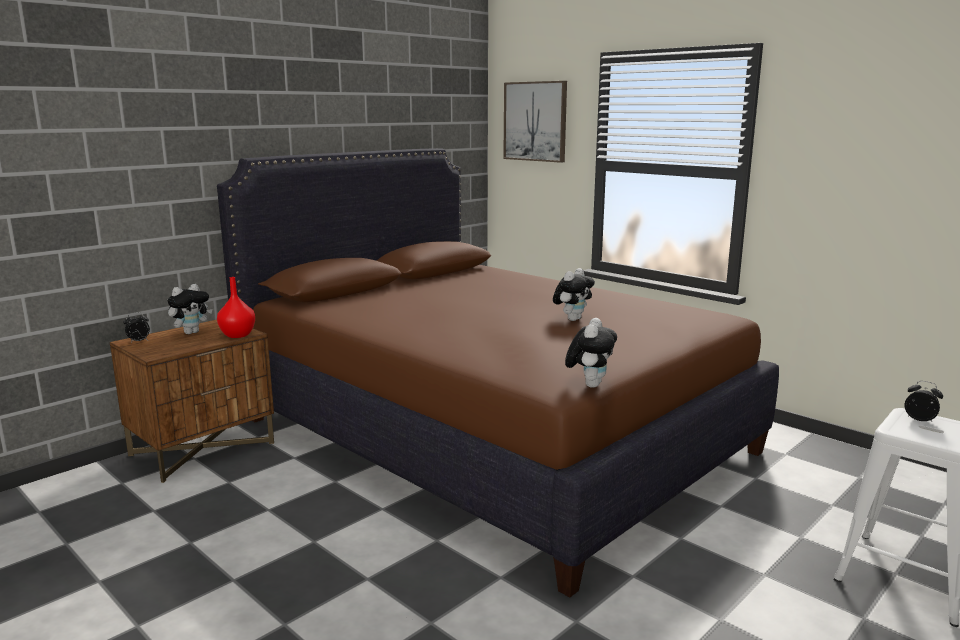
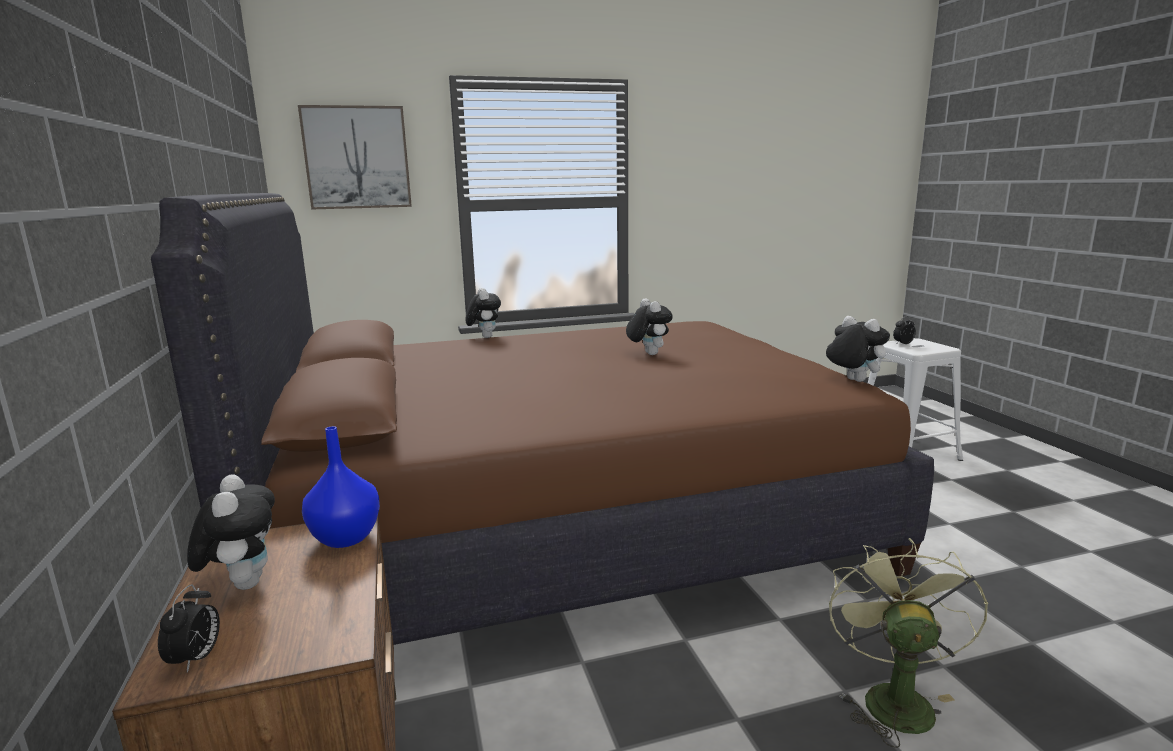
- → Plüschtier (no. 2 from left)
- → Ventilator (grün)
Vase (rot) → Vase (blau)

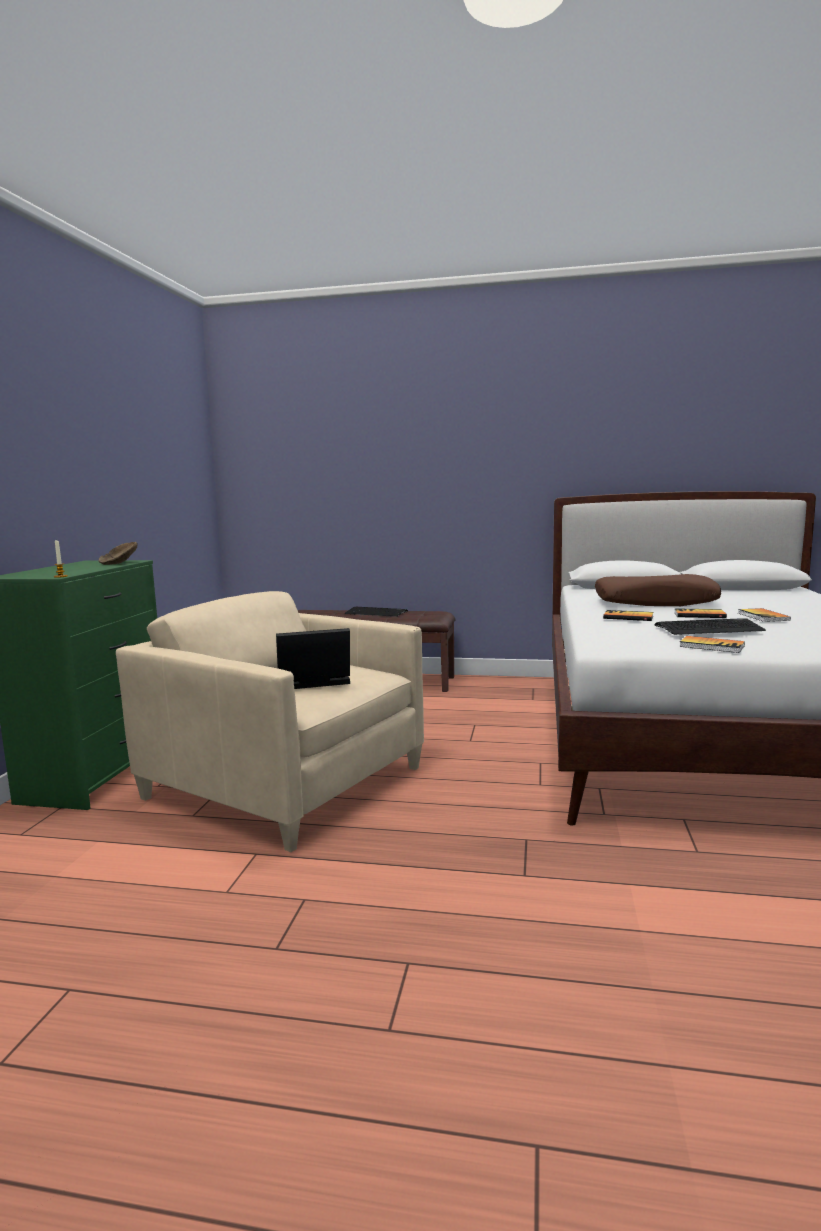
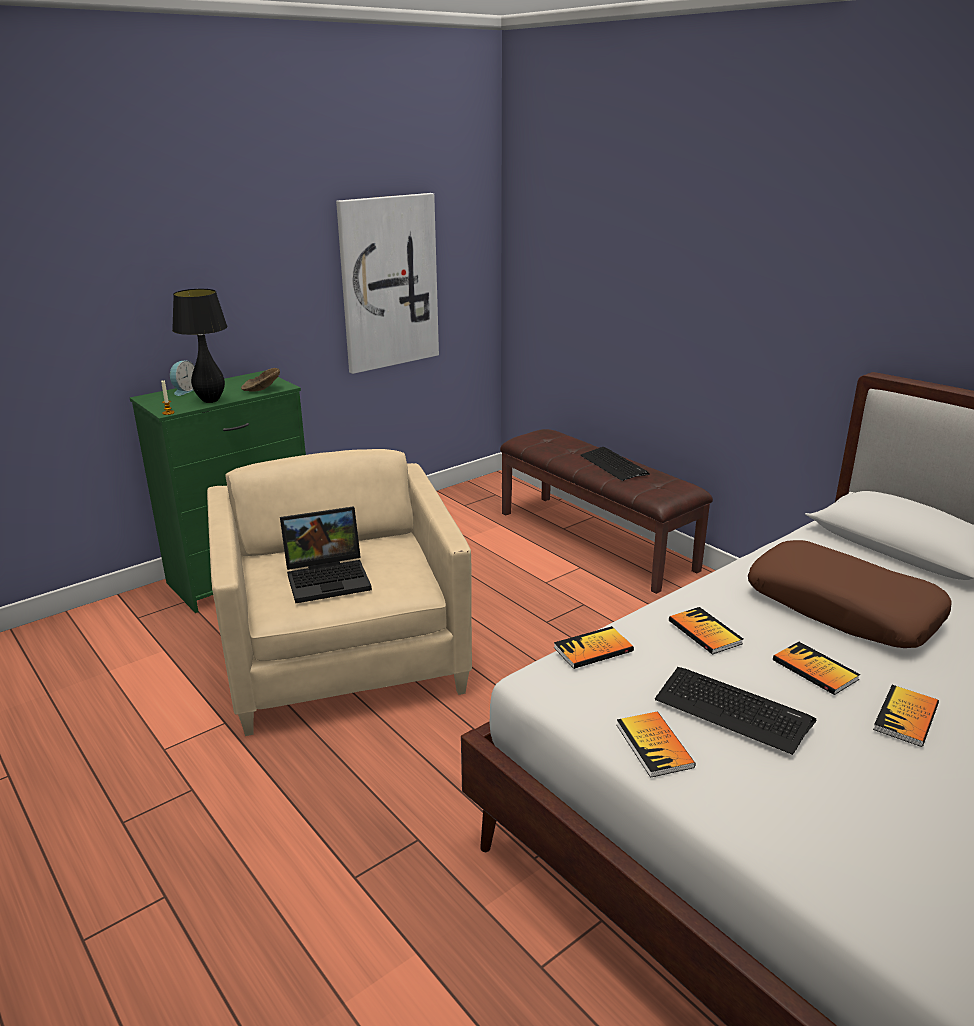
- → Wecker
- → Tischlampe (schwarz)
- → Bild
- → Buch (no. 1 from left)
Laptop, 135 degrees clockwise

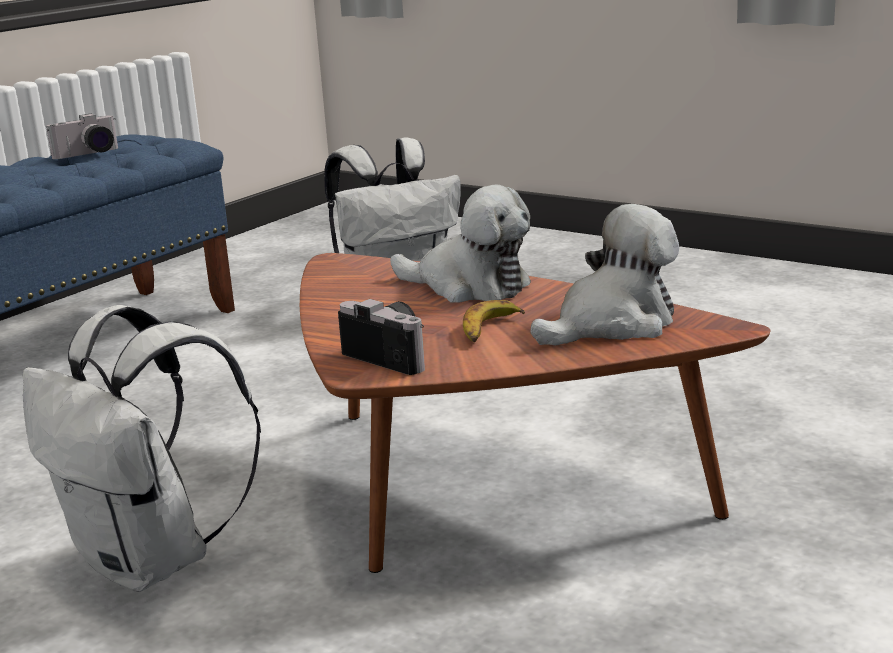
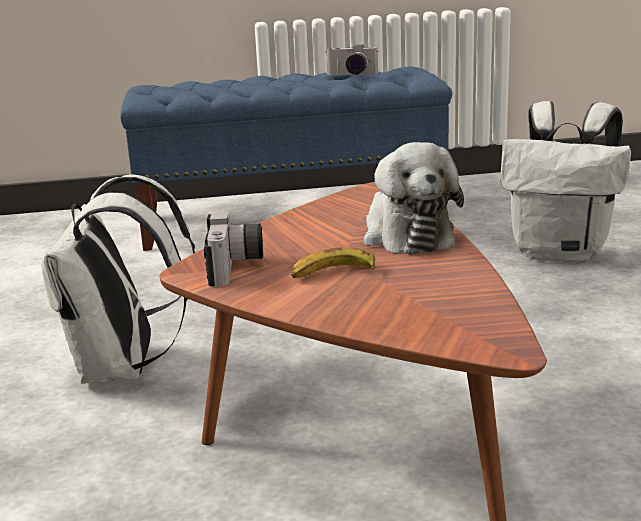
Plüschtier (no. 2 from left) → -

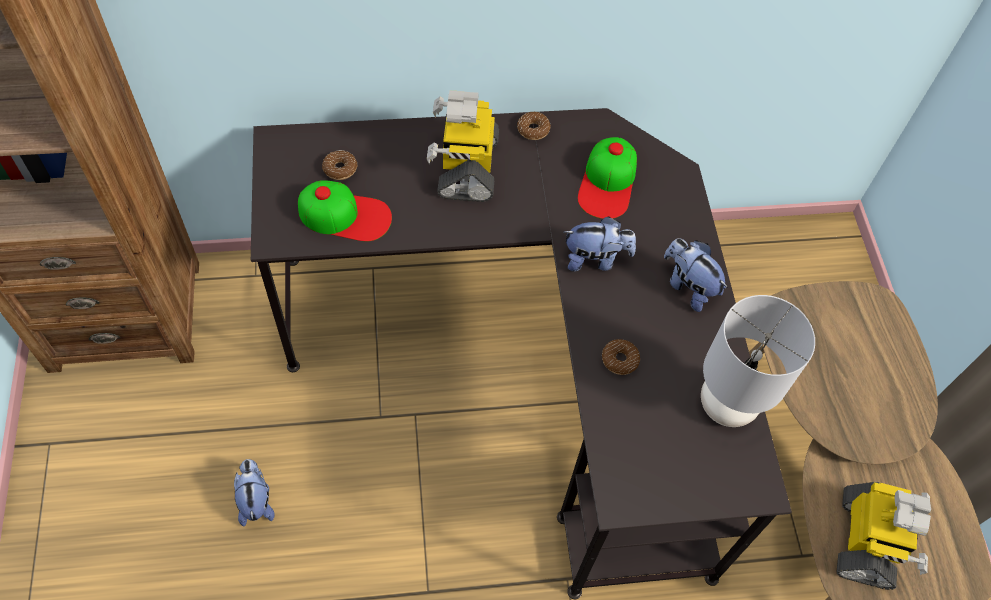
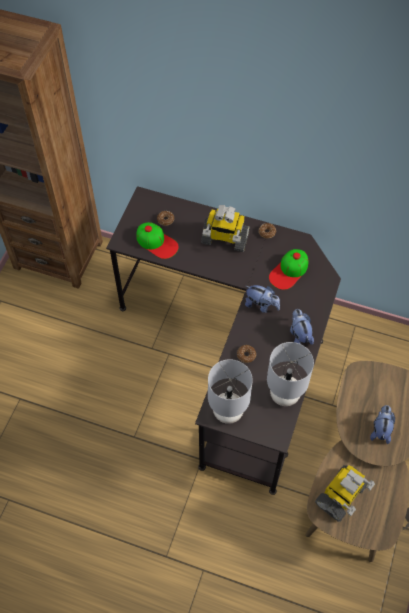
- → Tischlampe (grau) (no. 1 from left)
Plüschtier (no. 1 from left in the first image) → Plüschtier (no. 3 from left), relocated
Spielzeugroboter (no. 1 from left), 105 degrees counterclockwise

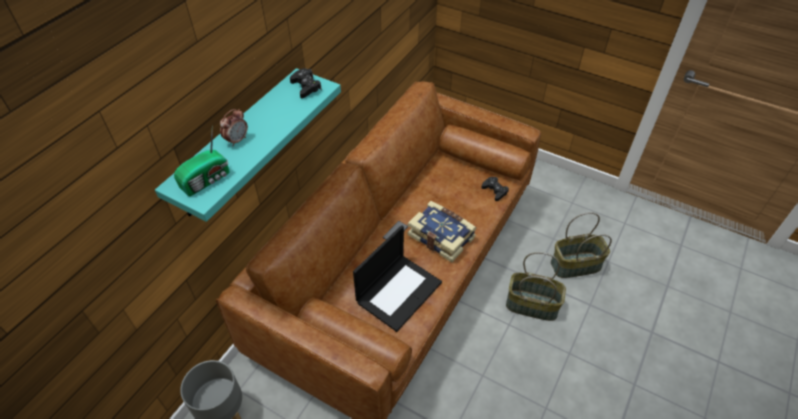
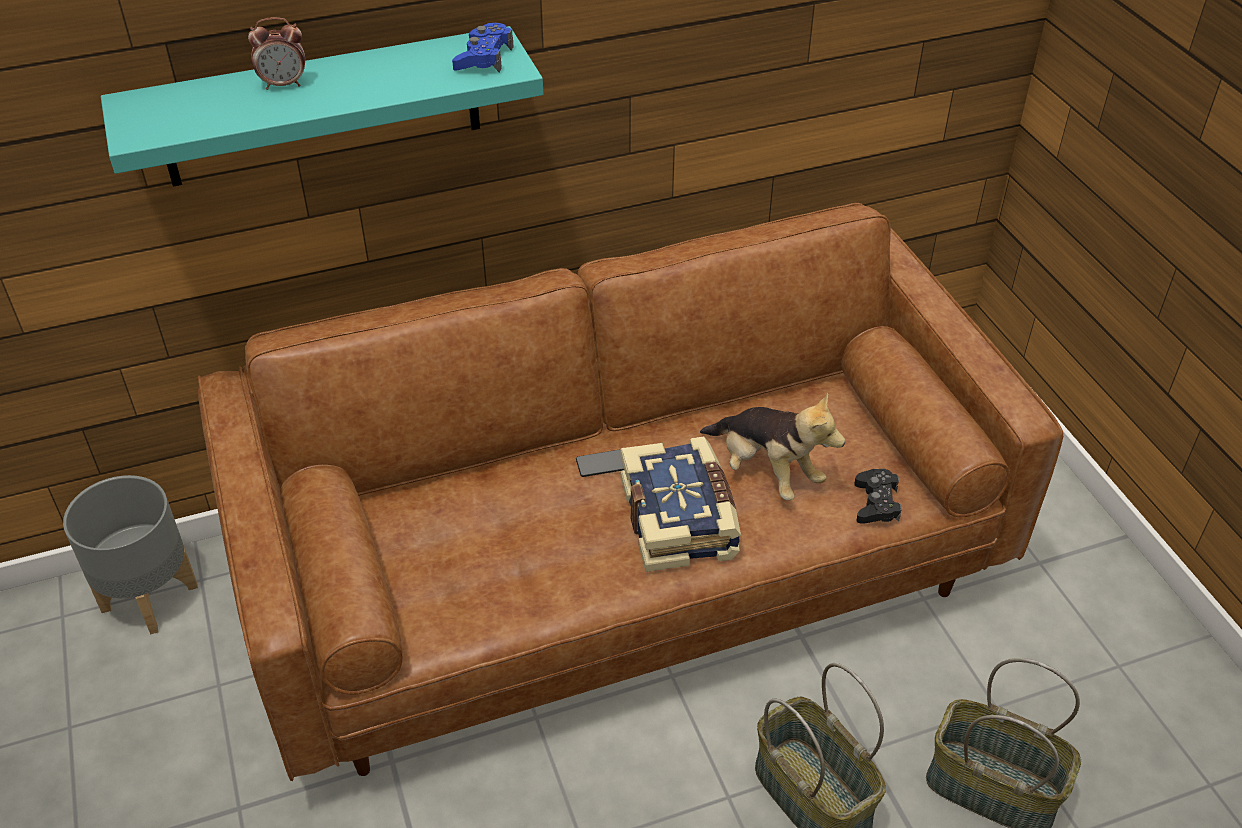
Radio → -
Laptop → -
- → Plüschtier
Gamepad (schwarz) (no. 1 from left) → Gamepad (blau)

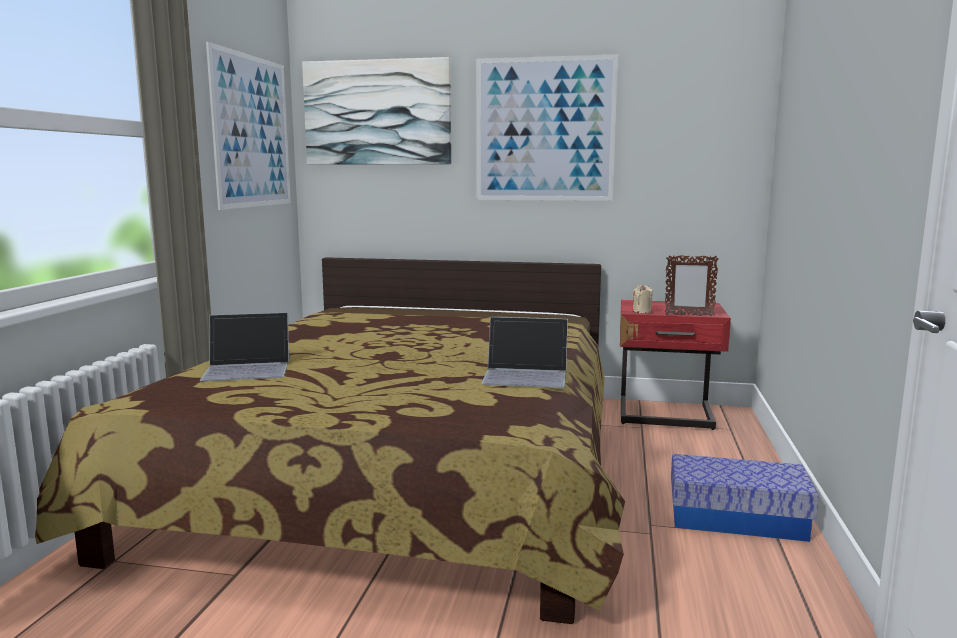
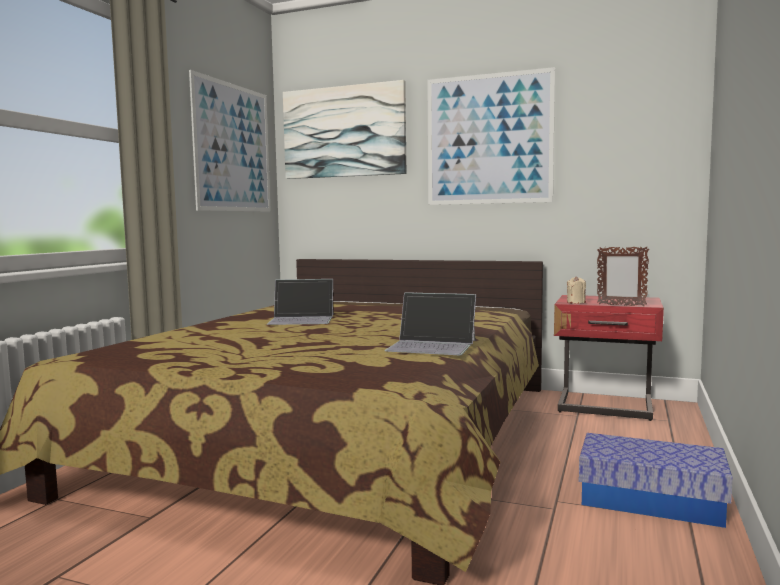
Laptop (no. 1 from left), relocated

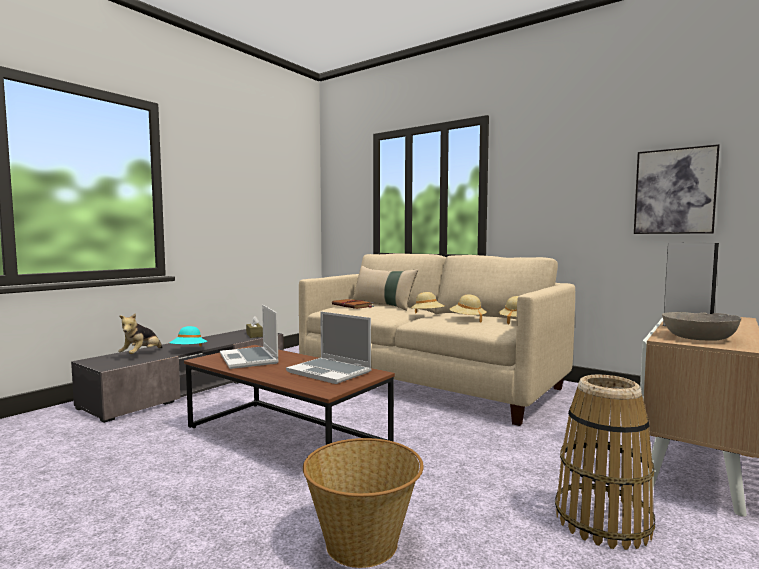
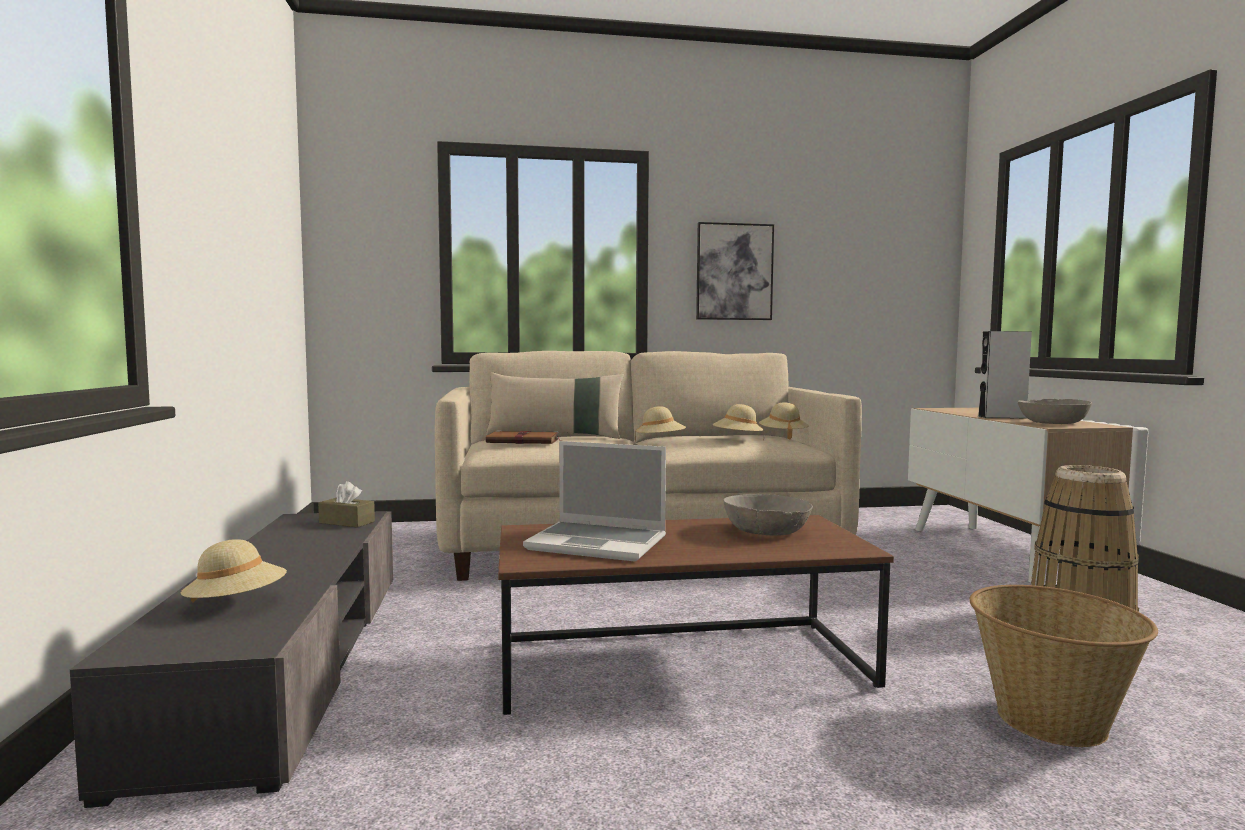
Hut (türkis) → -
Bild, relocated
Plüschtier → Hut (beige) (no. 1 from left)
Laptop (no. 2 from left) → Schüssel (grau) (no. 1 from left)

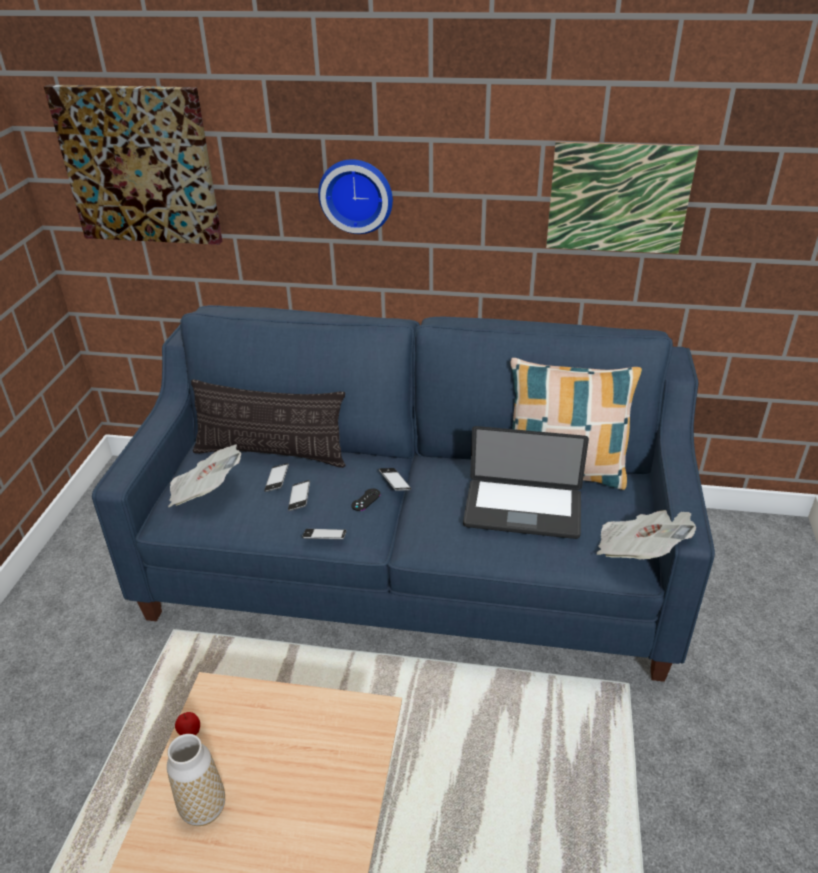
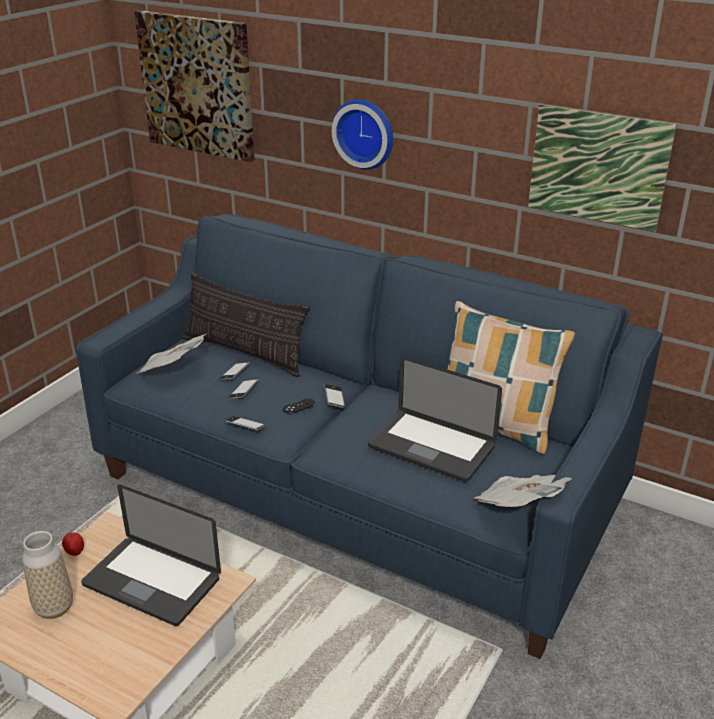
- → Laptop (no. 1 from left)

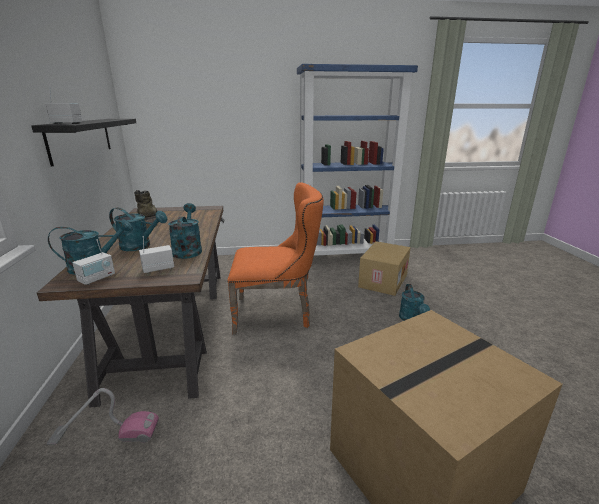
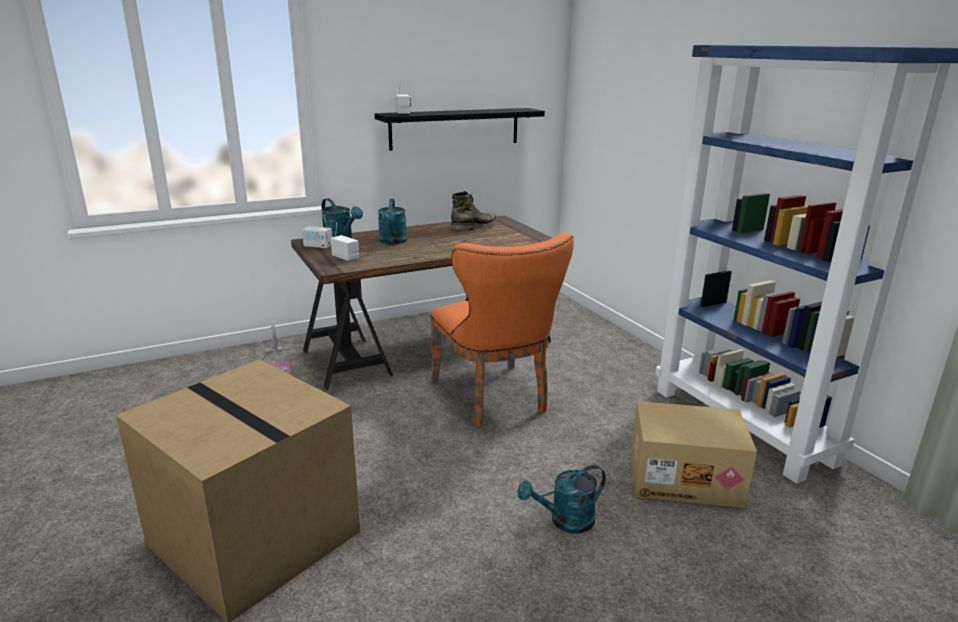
Gießkanne (türkis) (no. 3 from left) → -

